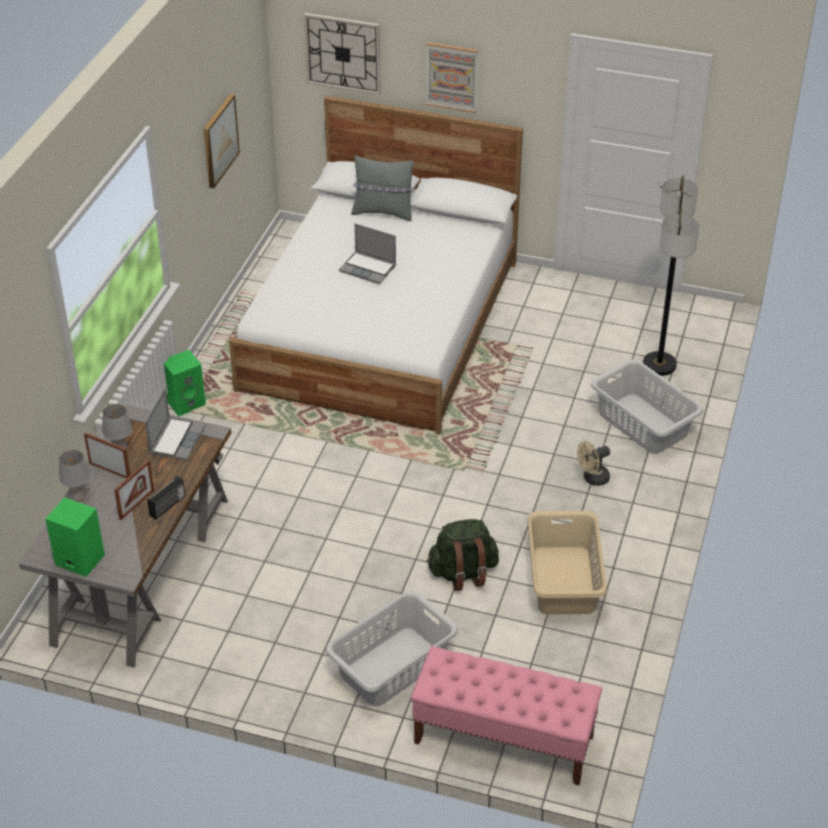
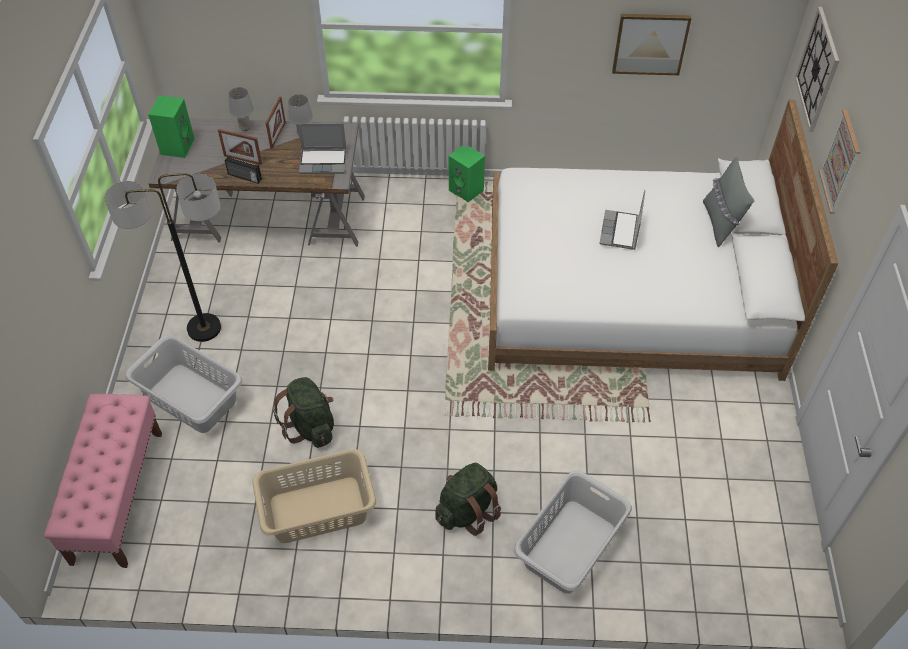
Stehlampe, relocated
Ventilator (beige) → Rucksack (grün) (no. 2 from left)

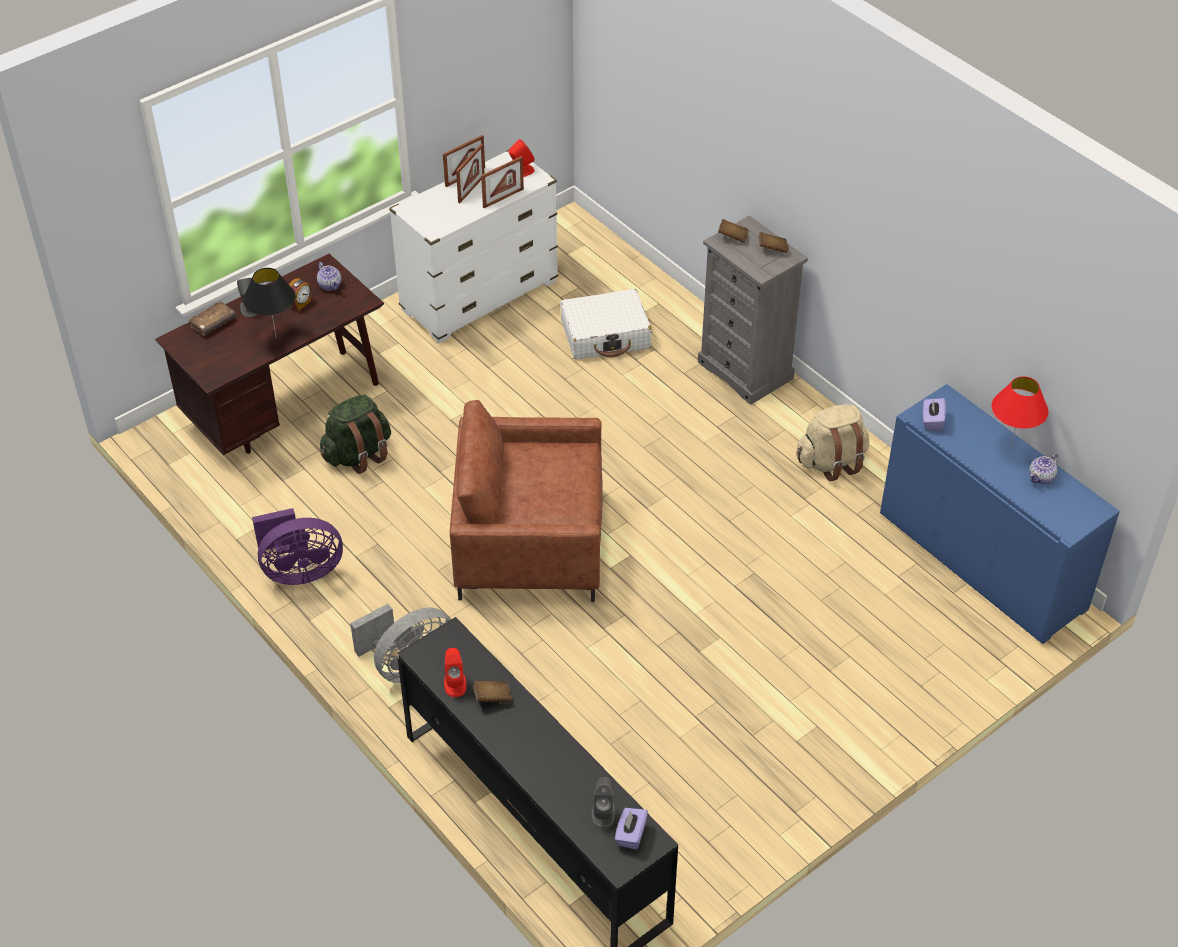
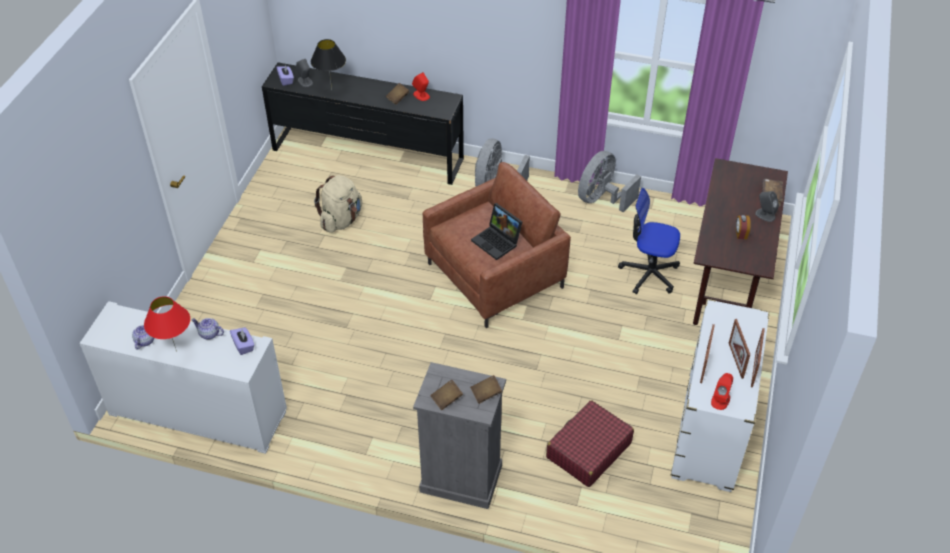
- → Laptop
Tischlampe (schwarz), relocated
Teekanne (no. 1 from left in the first image) → Teekanne (no. 2 from left), relocated
Rucksack (beige), relocated
Rucksack (grün) → Bürostuhl
Ventilator (lila) → Ventilator (grau) (no. 2 from left)
Koffer (weiß) → Koffer (rot)
Schrank (blau) → Schrank (weiß)

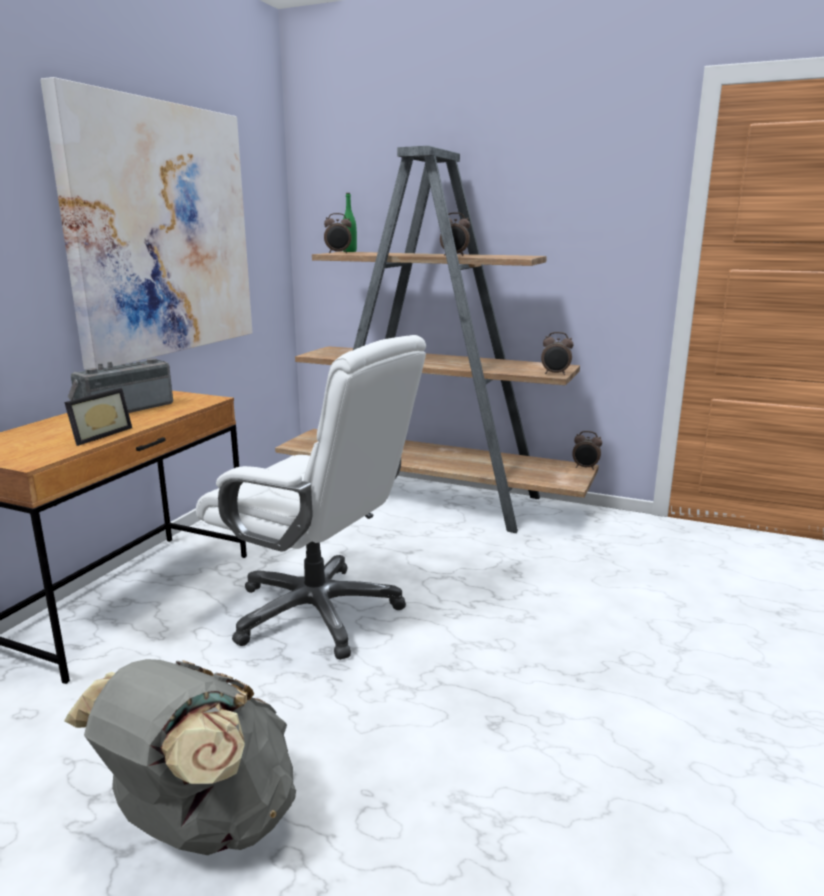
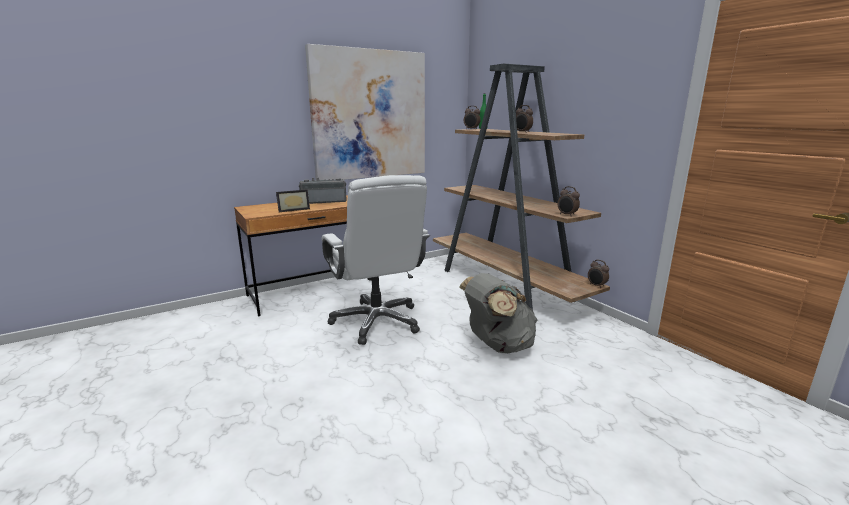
Rucksack (grau), relocated

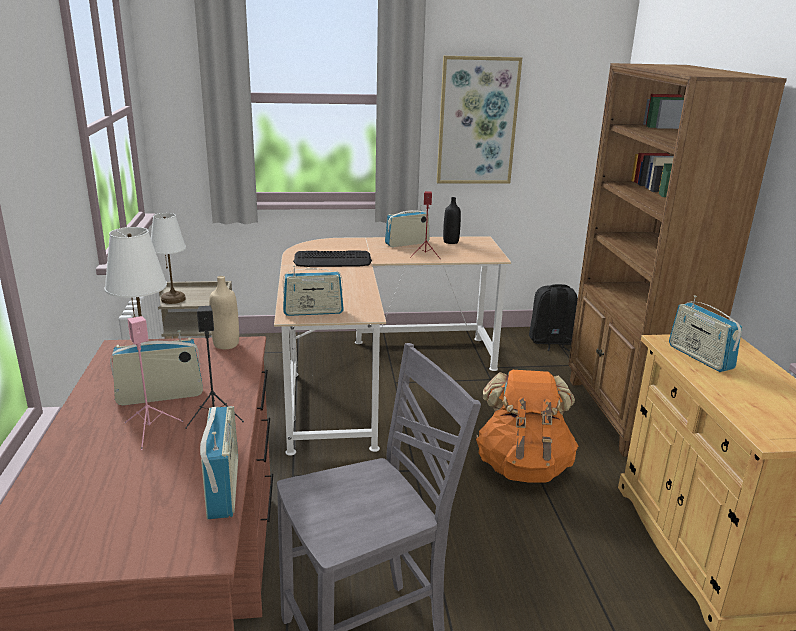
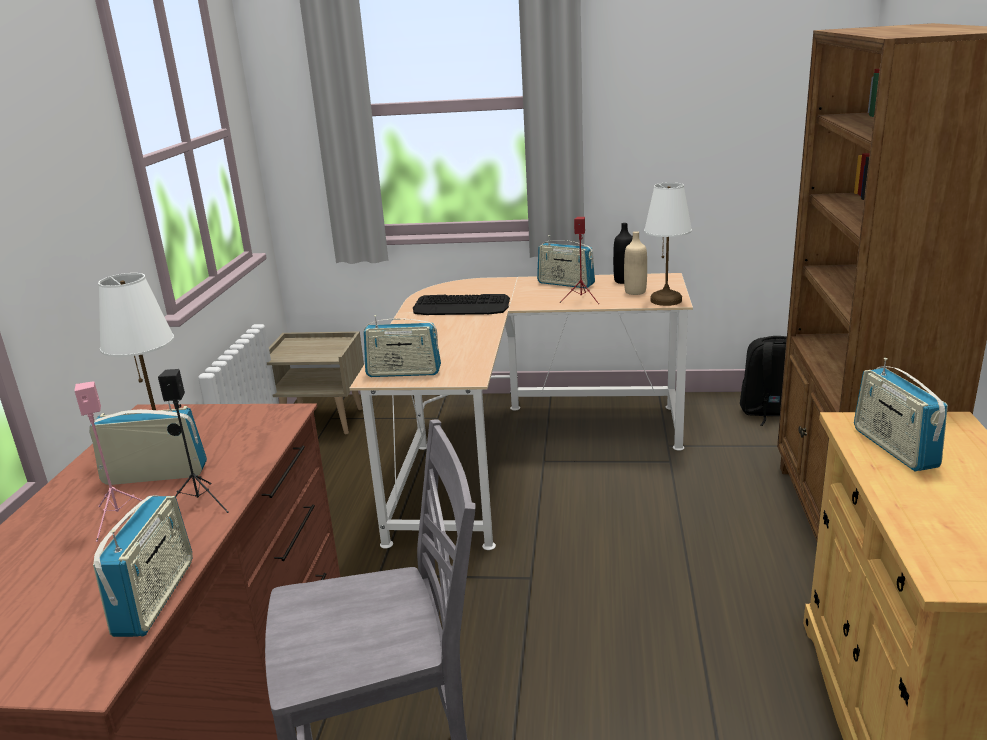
Bild → -
Rucksack (orange) → -
Tischlampe (weiß) (no. 2 from left), relocated
Flasche (beige), relocated
Radio (no. 4 from left), 135 degrees counterclockwise

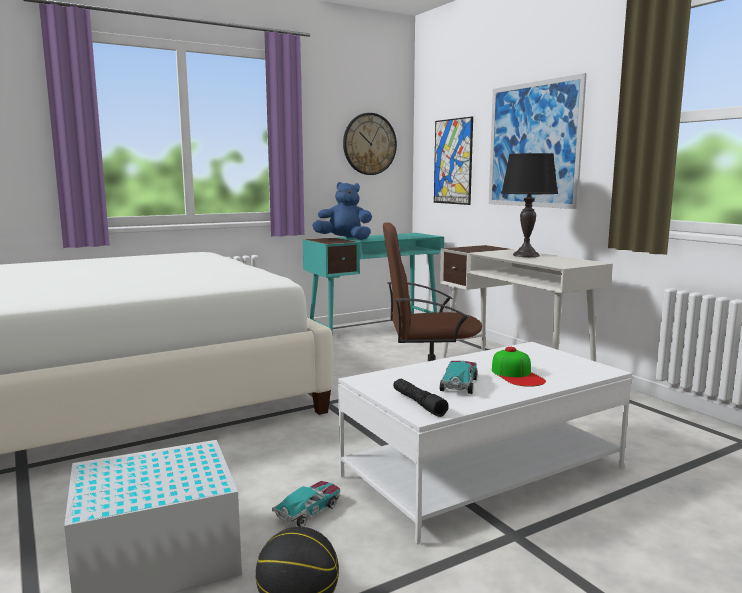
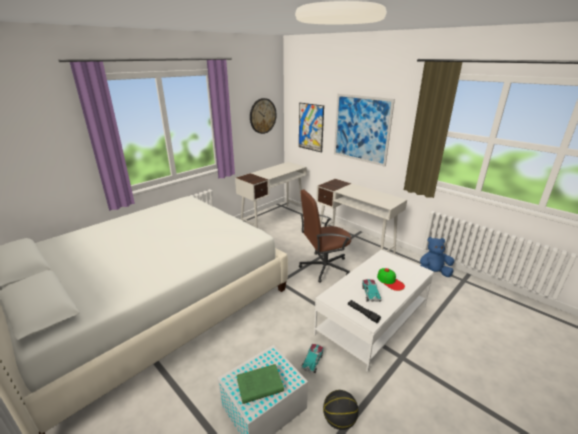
Tischlampe (schwarz) → -
- → Buch (grün)
Plüschtier (blau), relocated
Schreibtisch (türkis) → Schreibtisch (weiß) (no. 1 from left)

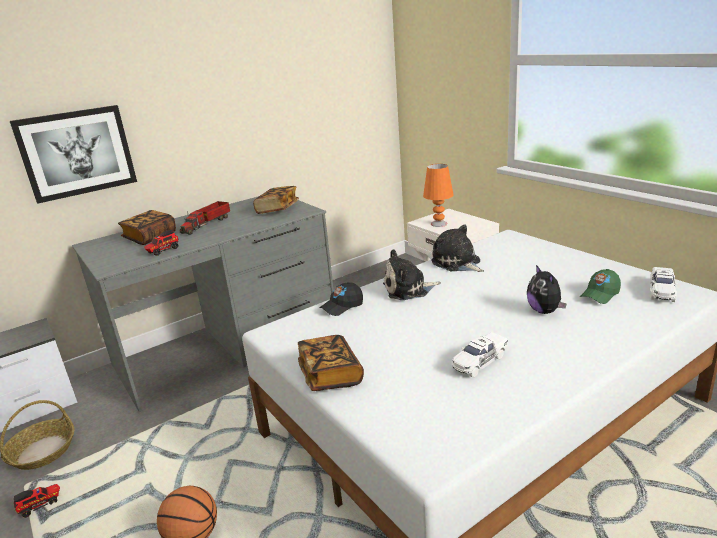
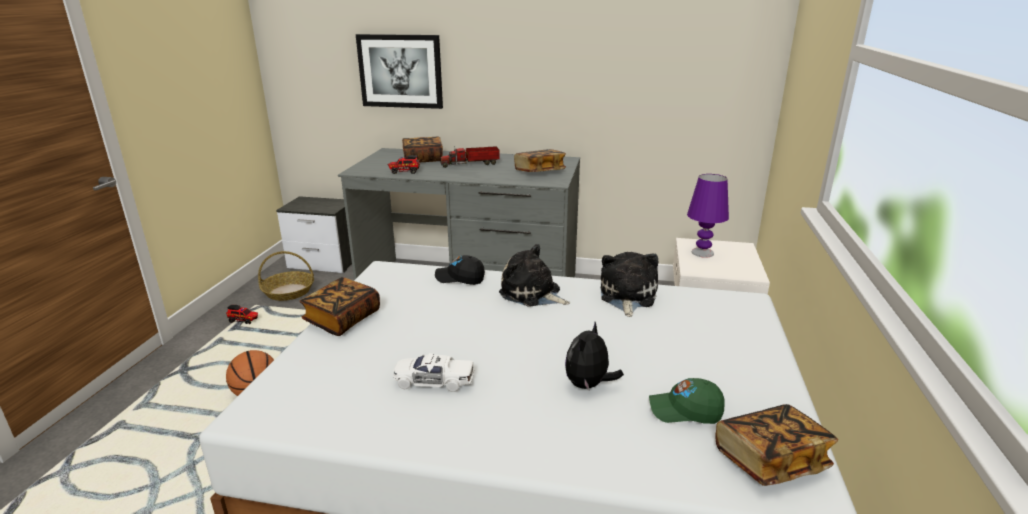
Spielzeugauto (weiß) (no. 2 from left) → Buch (no. 4 from left)
Tischlampe (orange) → Tischlampe (lila)

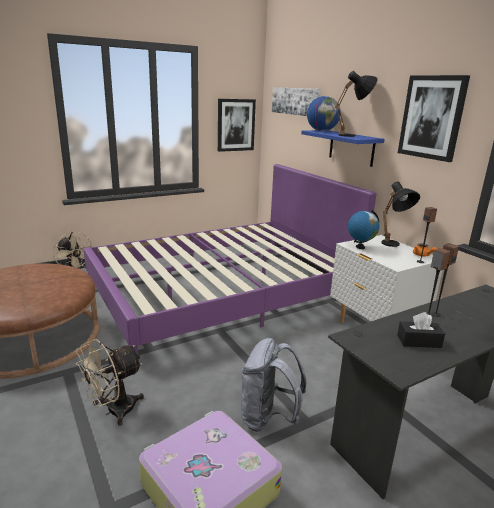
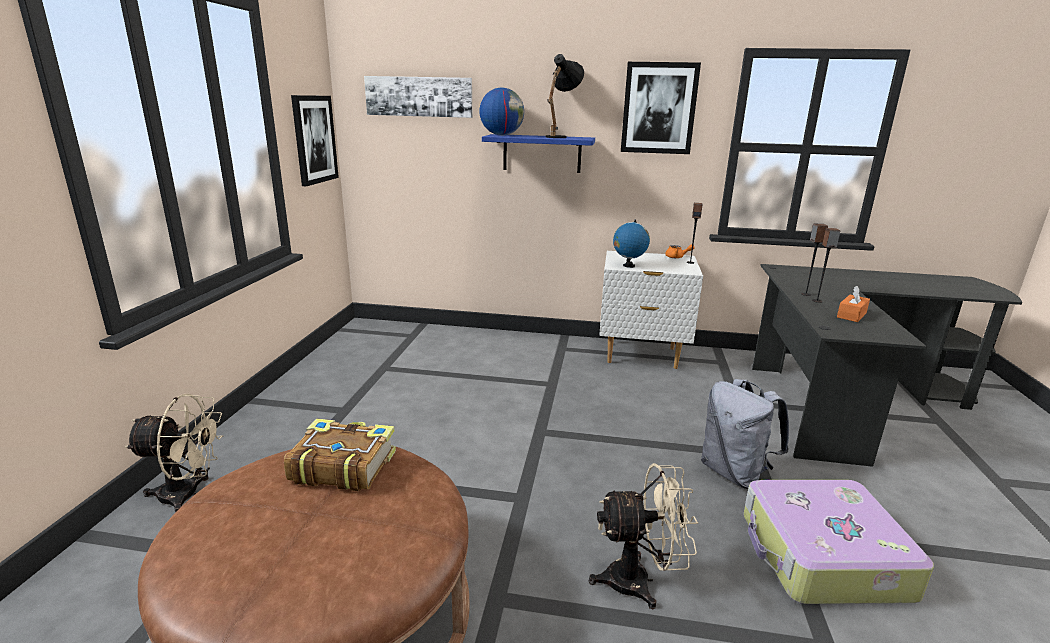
Bett (lila) → -
Tischlampe (schwarz) (no. 2 from left) → -
- → Buch
Taschentuchbox (schwarz) → Taschentuchbox (orange)
Ventilator (beige) (no. 2 from left), 90 degrees counterclockwise

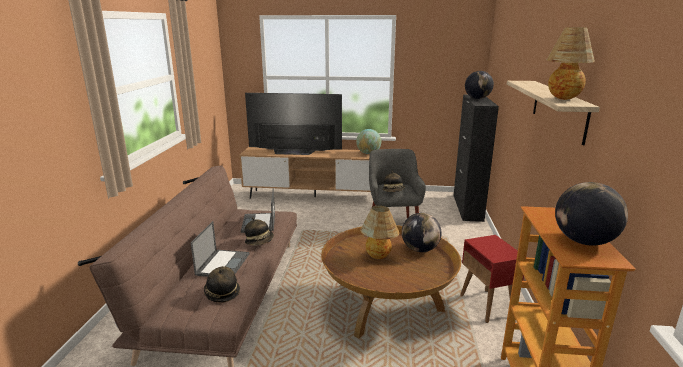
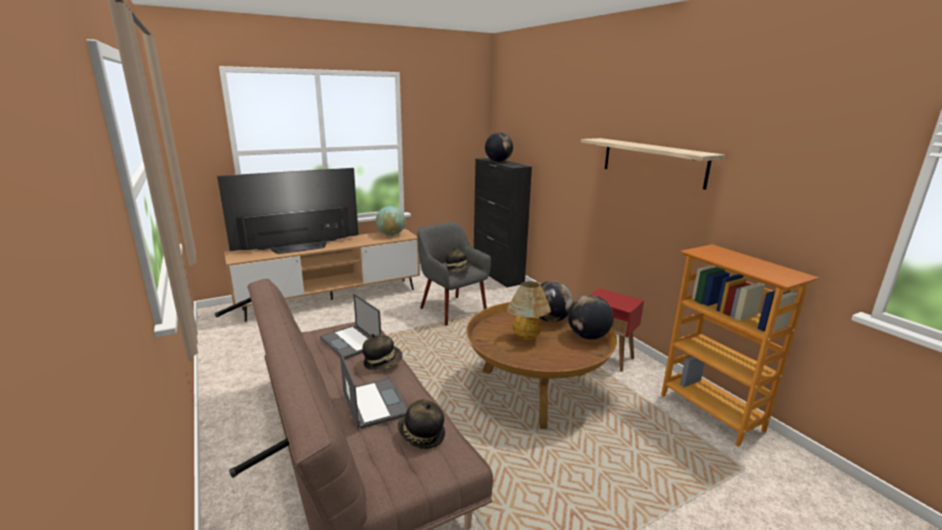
Tischlampe (no. 2 from left) → -
Globus (no. 4 from left), relocated

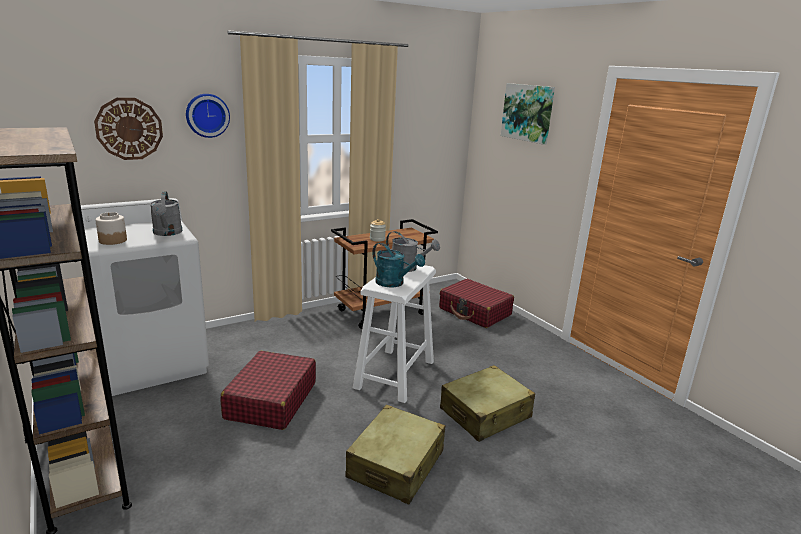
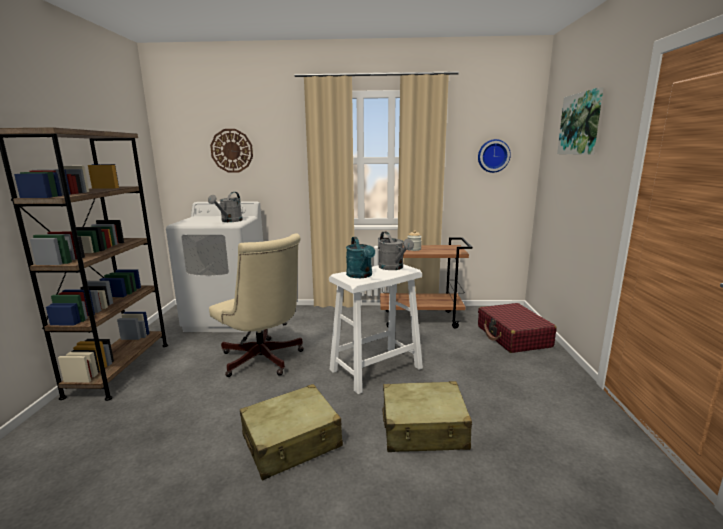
Vorratsglas (no. 1 from left) → -
Wanduhr (no. 2 from left), relocated
Koffer (rot) (no. 1 from left) → Bürostuhl (beige)

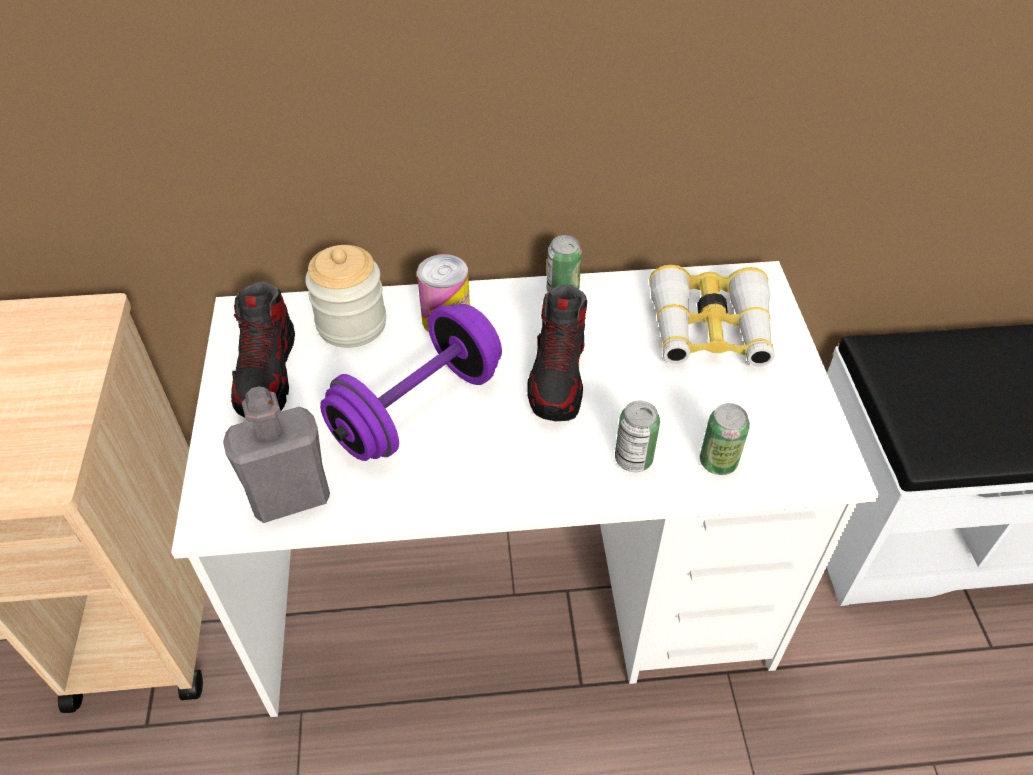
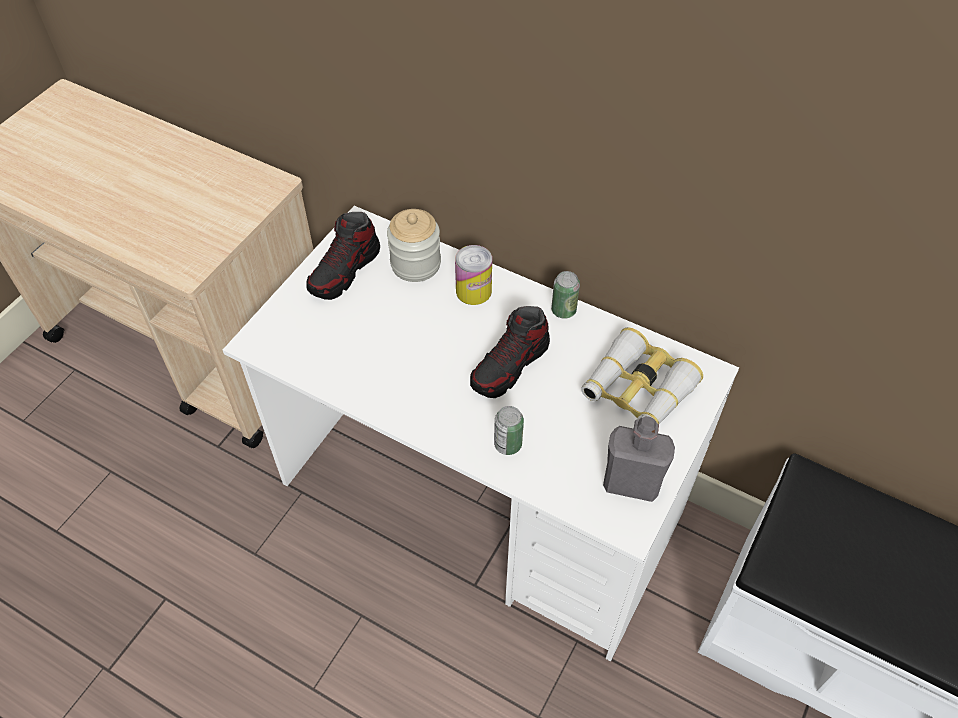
Hantel (lila) → -
Dose (no. 4 from left) → -
Flasche (grau), relocated

